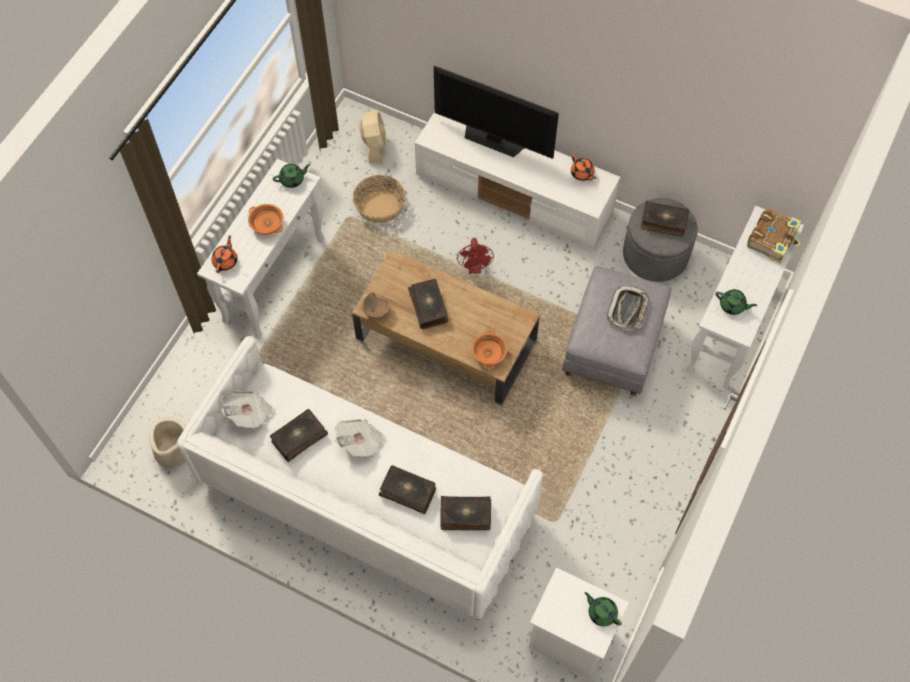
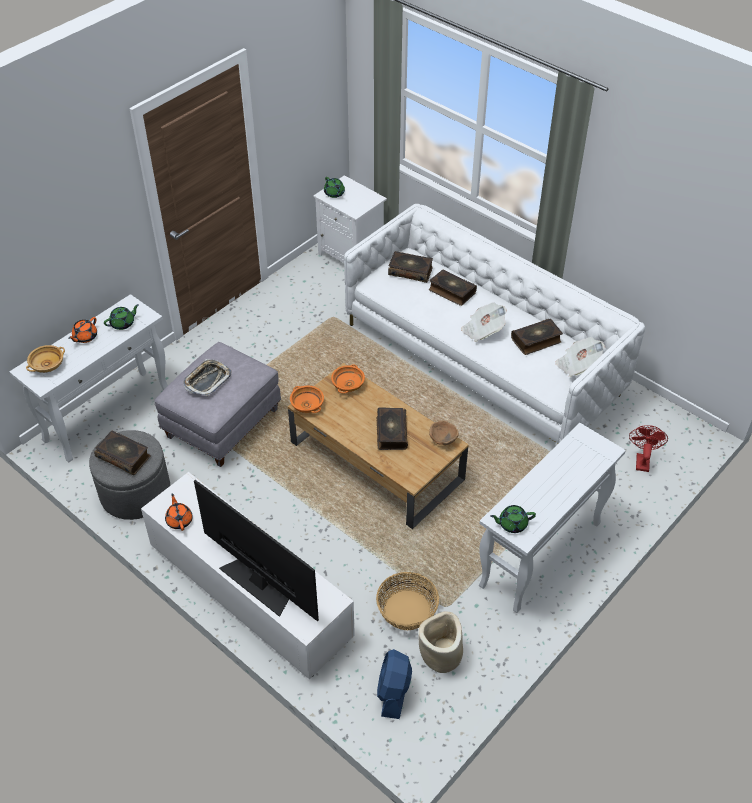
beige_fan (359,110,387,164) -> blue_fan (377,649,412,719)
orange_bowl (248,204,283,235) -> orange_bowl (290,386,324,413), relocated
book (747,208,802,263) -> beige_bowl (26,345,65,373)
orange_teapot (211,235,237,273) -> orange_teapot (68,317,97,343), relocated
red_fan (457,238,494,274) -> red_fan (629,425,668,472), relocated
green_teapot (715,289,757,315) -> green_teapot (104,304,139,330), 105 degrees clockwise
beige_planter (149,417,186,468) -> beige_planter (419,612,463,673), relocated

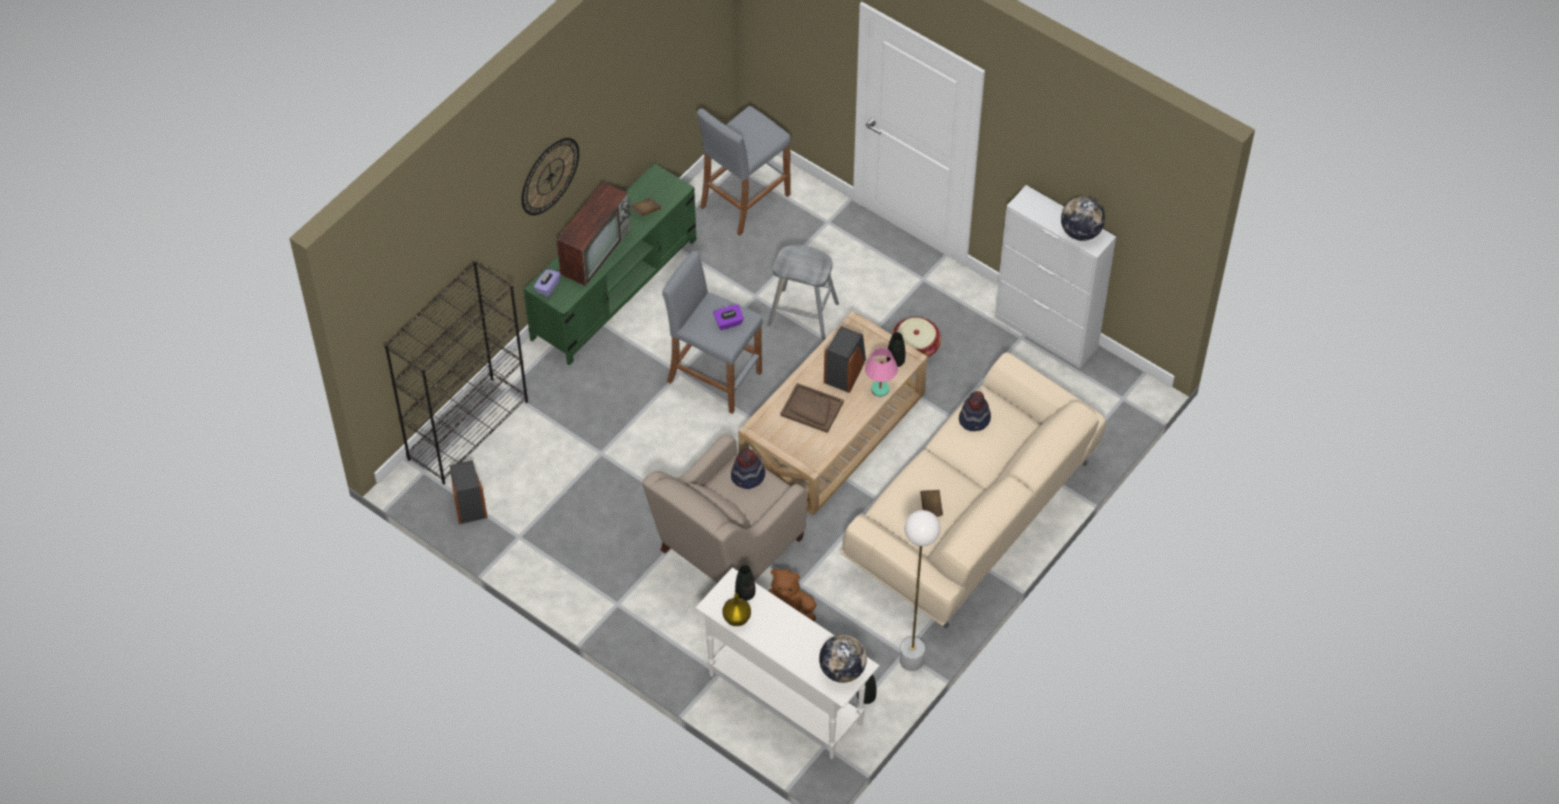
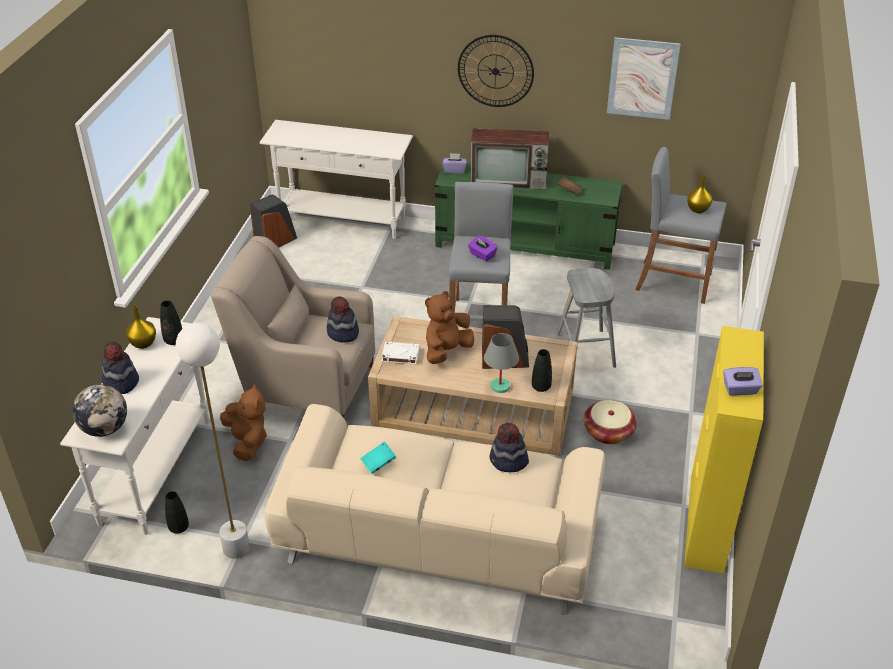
white_cabinet (995,185,1116,368) -> yellow_cabinet (684,326,764,574)
globe (1061,197,1105,241) -> purple_tissue_box (723,367,763,395)
black_bookcase (384,260,528,485) -> white_console_table (259,120,413,239)
pink_table_lamp (865,348,898,397) -> grey_table_lamp (484,333,519,393)
brown_tray (780,383,844,433) -> brown_plush_toy (425,291,474,364)
brown_book (920,490,943,517) -> turquoise_book (360,441,396,474)
none -> picture (607,37,681,120)
none -> yellow_vase (687,175,712,213)
none -> hat (102,342,139,394)
none -> white_book (381,342,419,364)

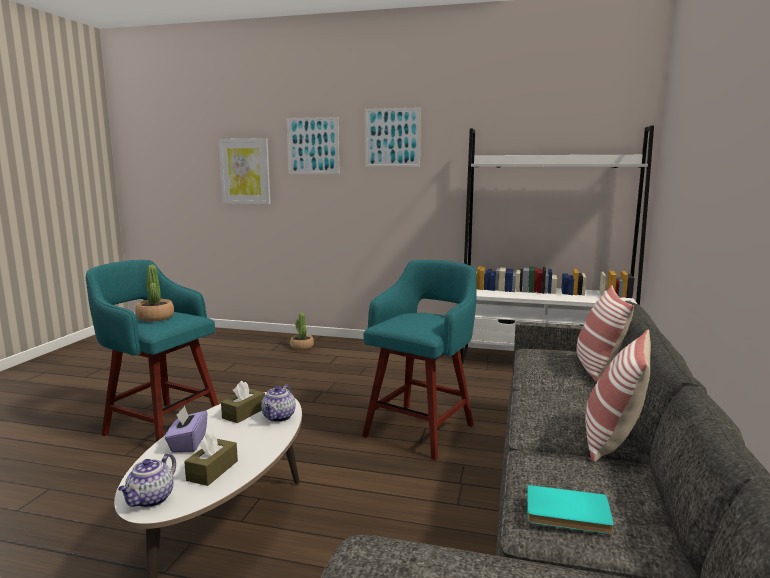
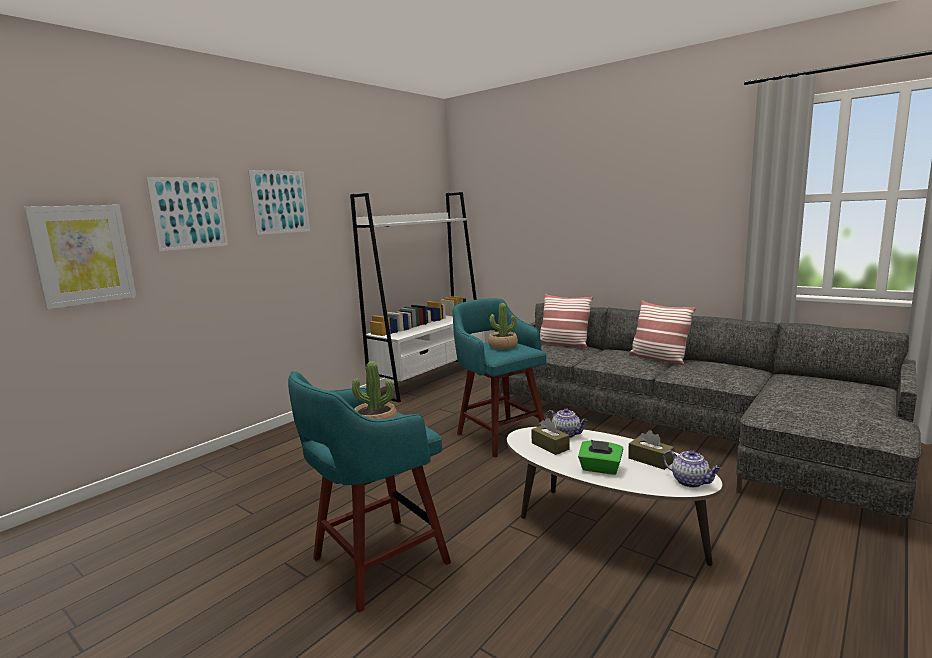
potted_plant (290,313,314,350) -> potted_plant (488,303,518,349), relocated
purple_tissue_box (165,406,207,453) -> green_tissue_box (578,440,623,475)
turquoise_book (527,485,614,534) -> none

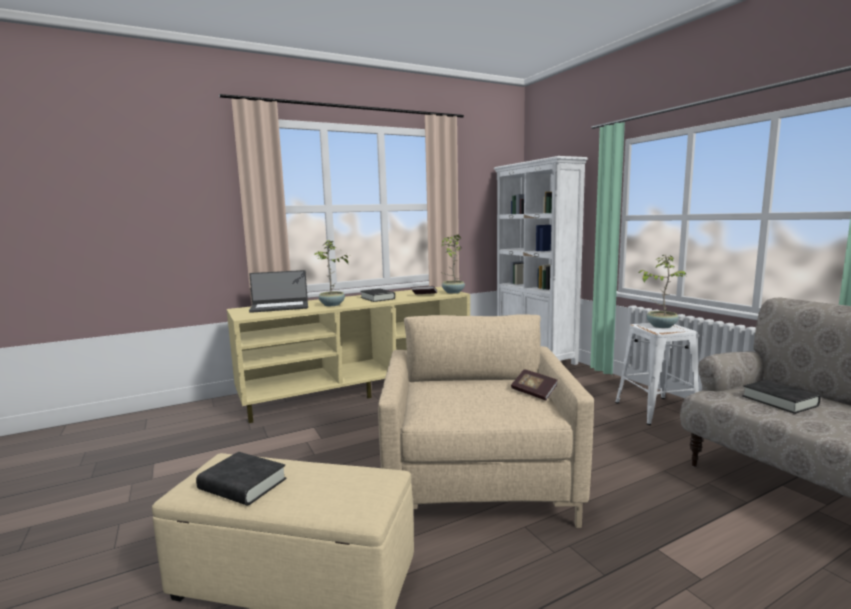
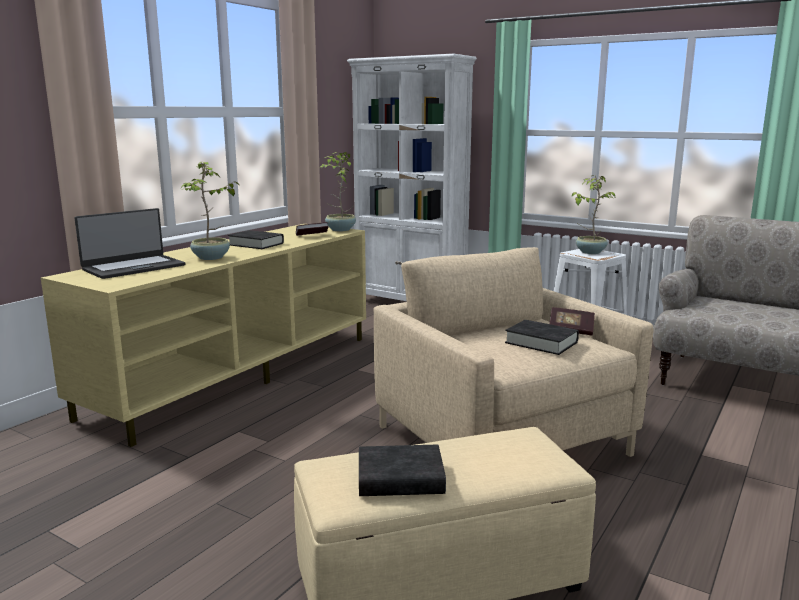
black_book (742,380,821,414) -> black_book (505,320,579,355), relocated

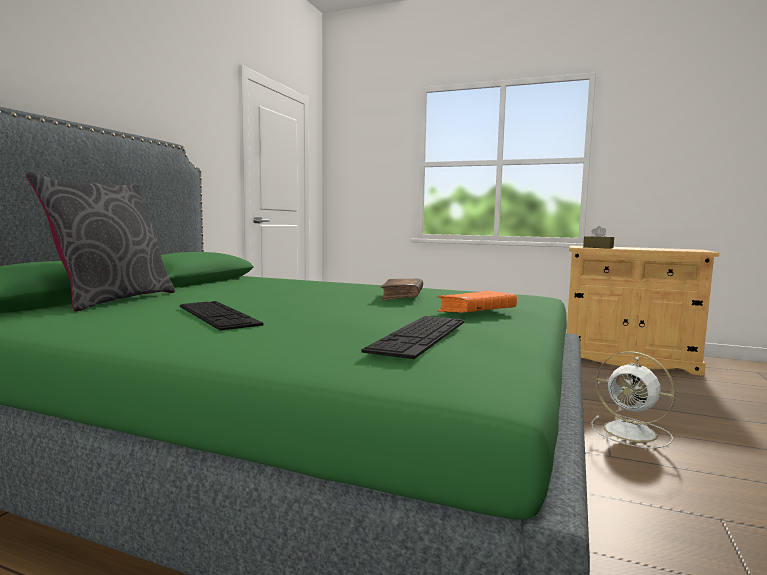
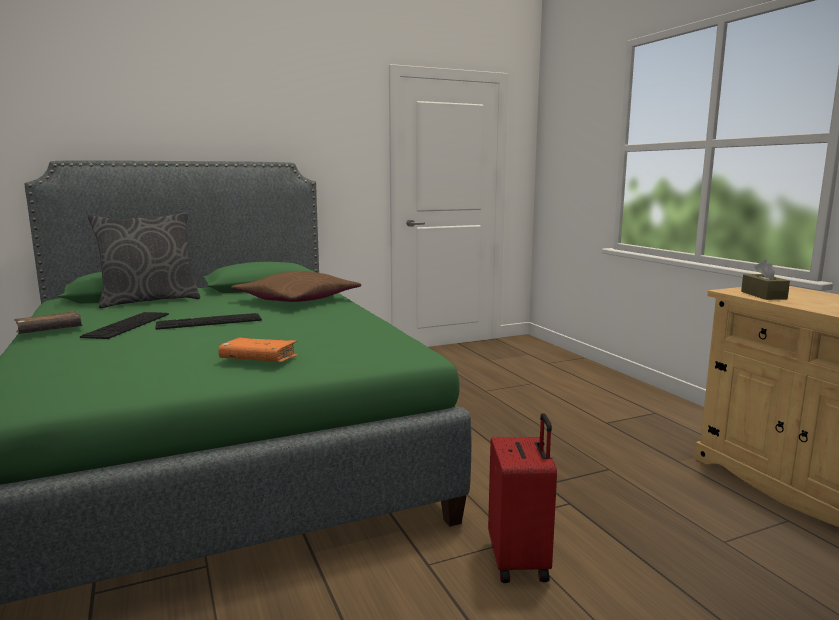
brown_book (380,279,423,300) -> brown_book (14,311,83,334), relocated
keyboard (361,316,465,359) -> keyboard (156,313,262,330), relocated
white_fan (592,351,675,449) -> red_suitcase (488,413,557,583)
none -> brown_pillow (231,271,361,302)

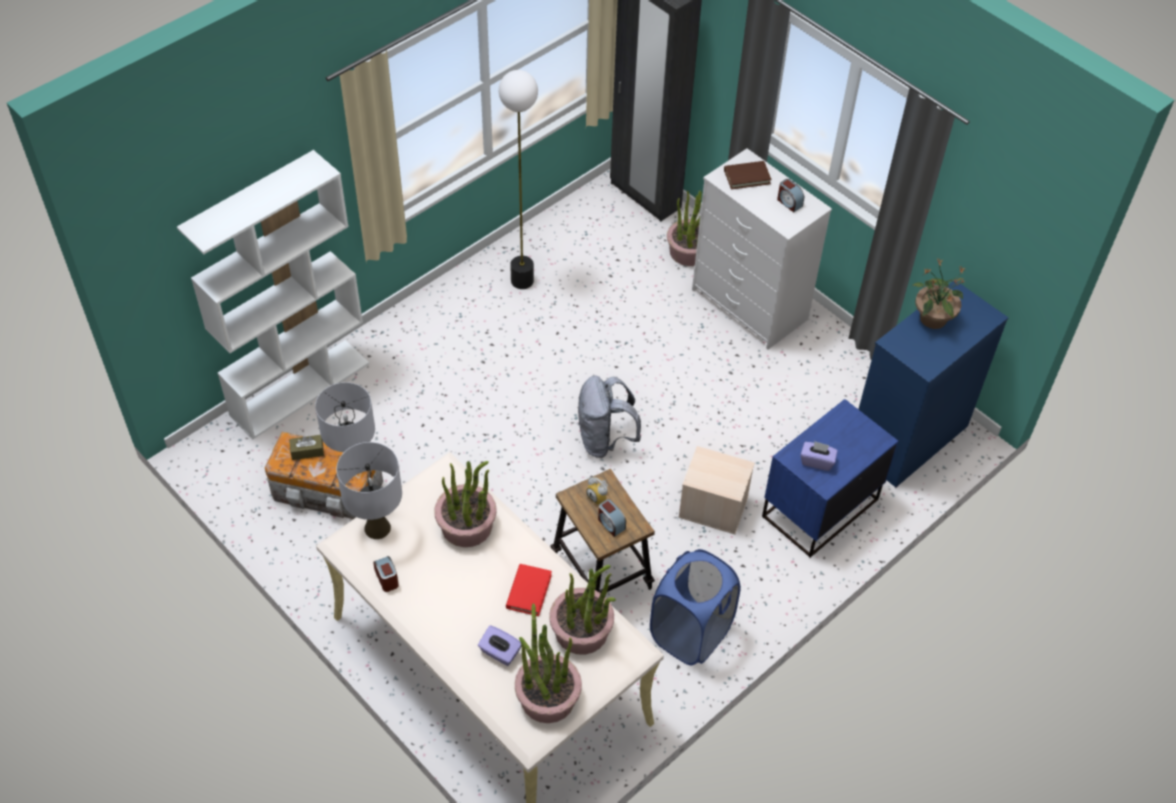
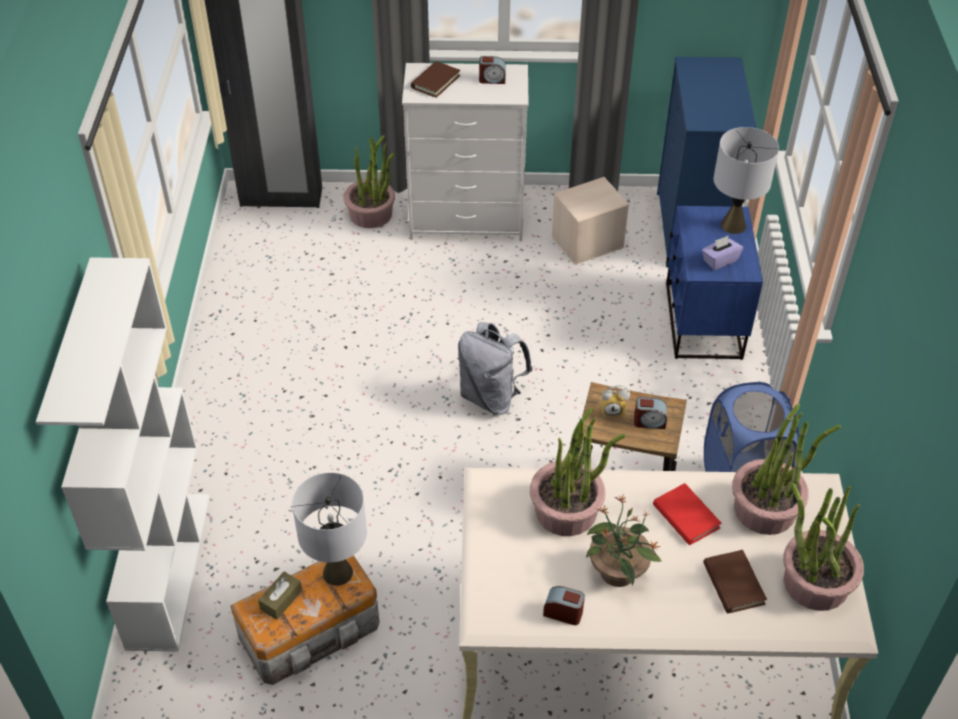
floor_lamp (499,70,538,289) -> none
potted_plant (912,259,965,329) -> potted_plant (586,494,661,587), relocated
grey_table_lamp (336,442,402,539) -> grey_table_lamp (714,127,779,234), relocated
beige_storage_box (678,446,755,534) -> beige_storage_box (551,177,629,265), relocated
purple_tissue_box (478,625,521,666) -> brown_book (703,550,767,614)

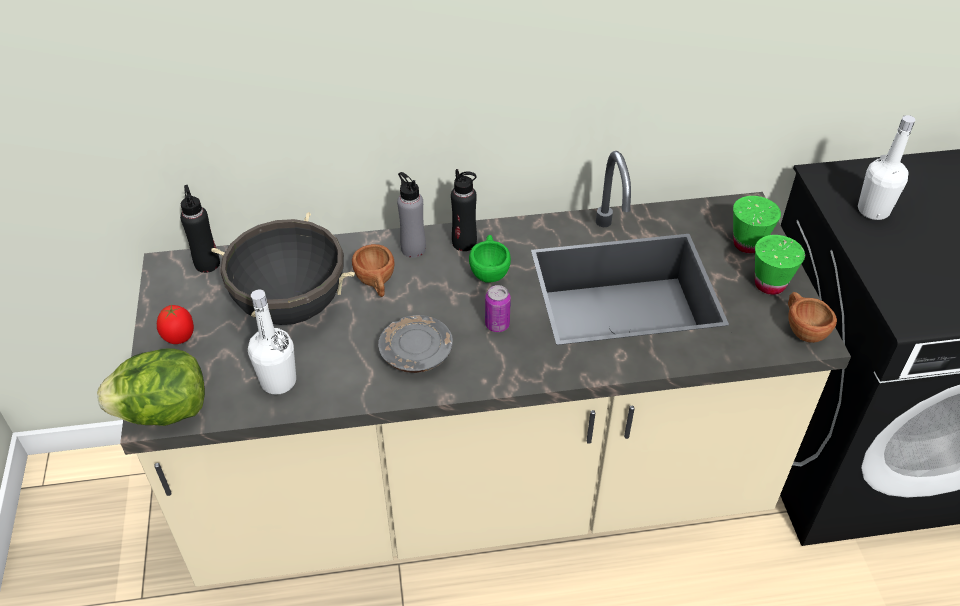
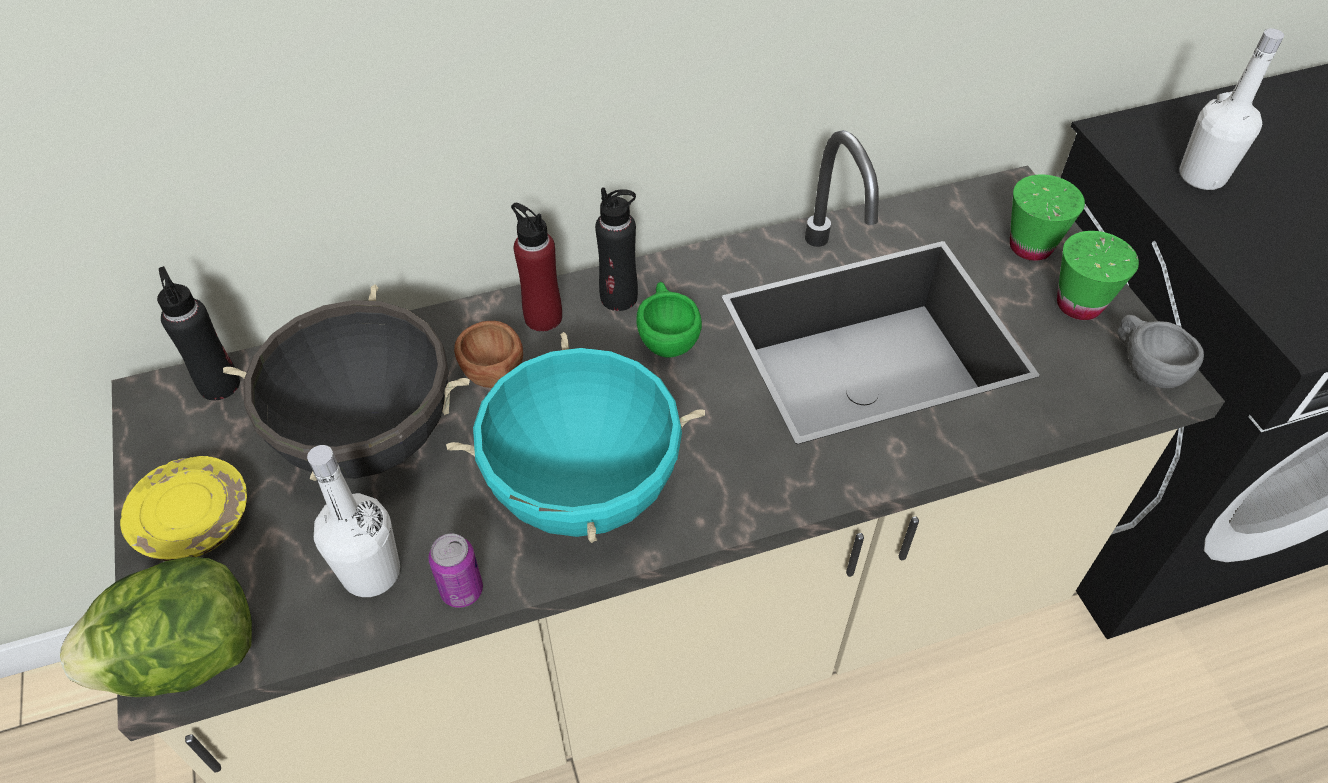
grey_bottle (397,172,426,258) -> red_bottle (511,203,562,332)
can (485,285,511,332) -> can (428,534,483,608), relocated
brown_cup (788,292,837,343) -> grey_cup (1118,315,1204,388)
tomato (157,305,194,344) -> yellow_plate (120,456,247,561)
grey_plate (378,315,453,373) -> turquoise_cooking_pot (446,332,705,543)

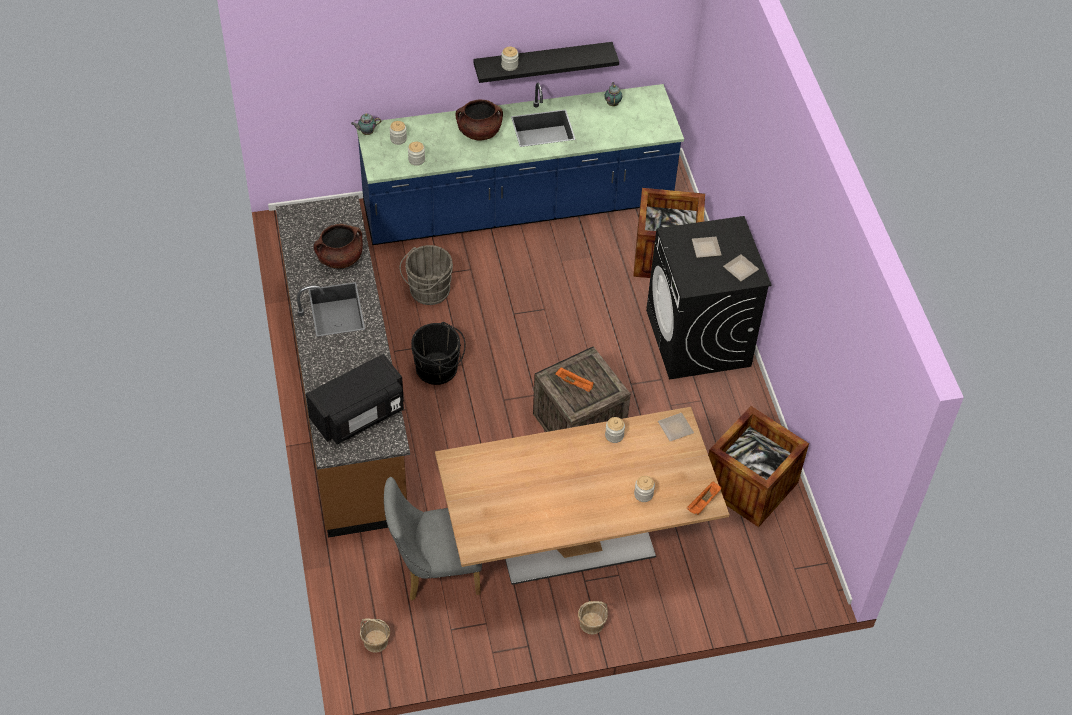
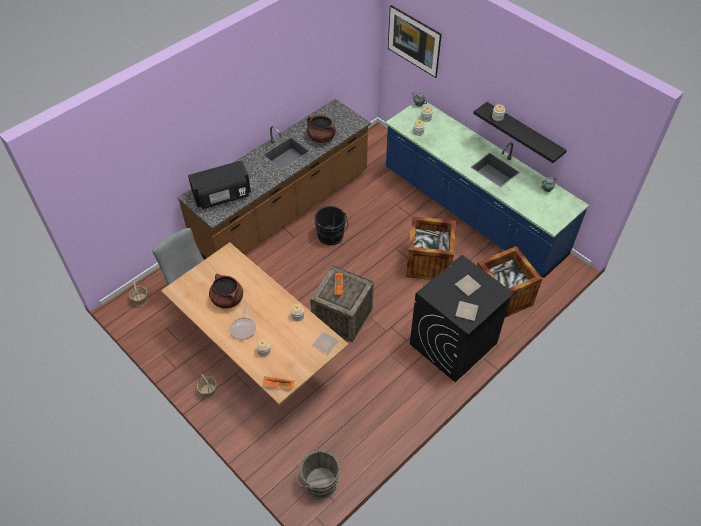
brown_cooking_pot (455,100,503,140) -> brown_cooking_pot (209,274,243,309), relocated
grey_bucket (400,245,453,305) -> grey_bucket (296,449,340,499), relocated
black_microwave (306,354,404,444) -> black_microwave (188,160,251,209), 45 degrees counterclockwise
crate (708,406,809,527) -> crate (406,216,456,280), relocated
none -> picture (388,5,442,78)
none -> frying_pan (230,306,256,340)

